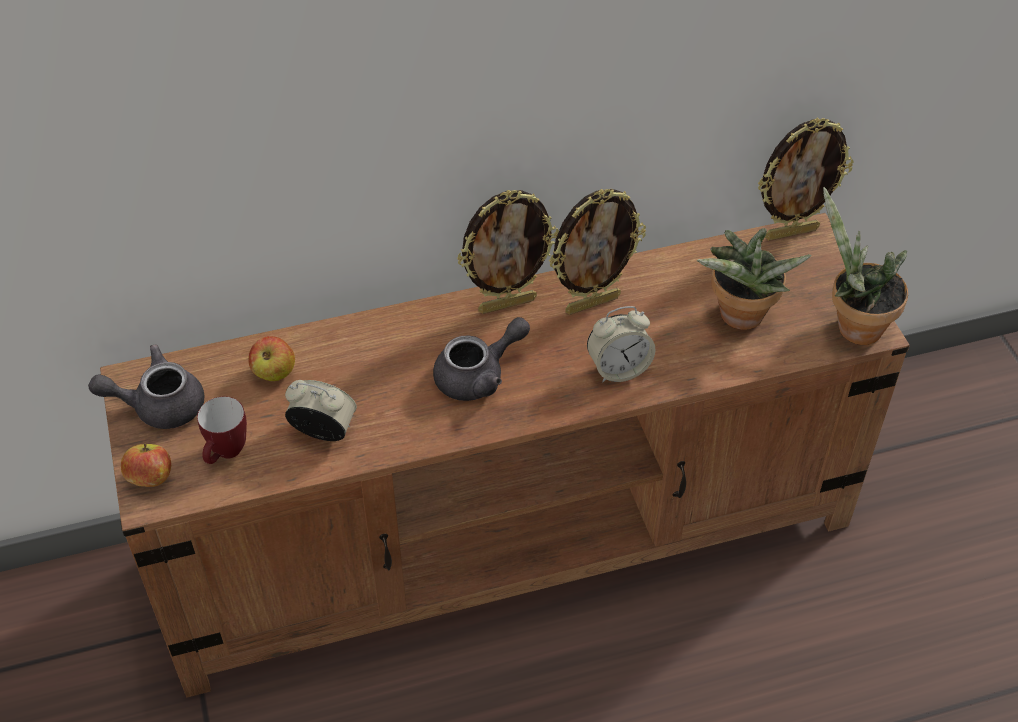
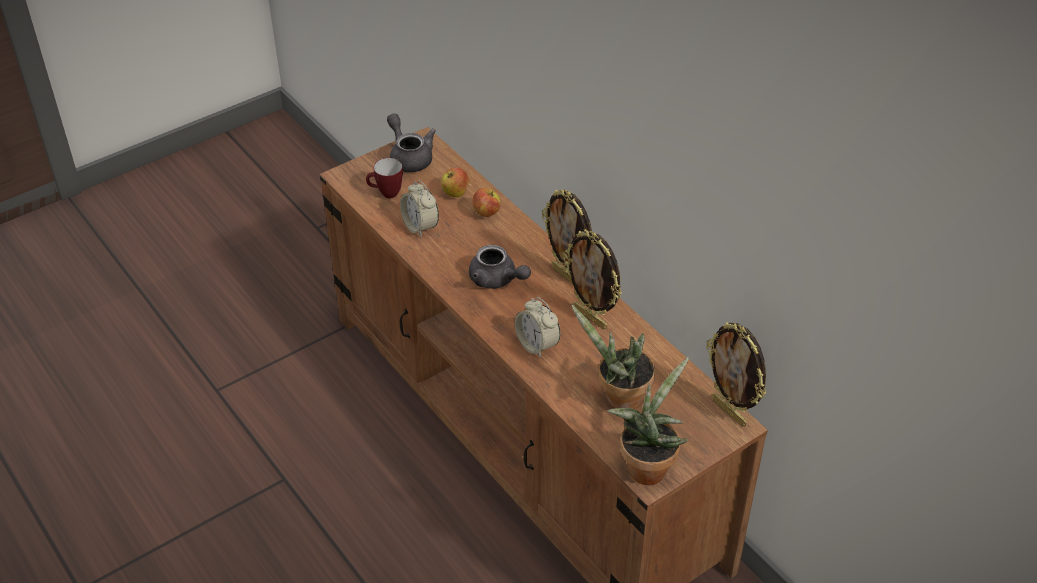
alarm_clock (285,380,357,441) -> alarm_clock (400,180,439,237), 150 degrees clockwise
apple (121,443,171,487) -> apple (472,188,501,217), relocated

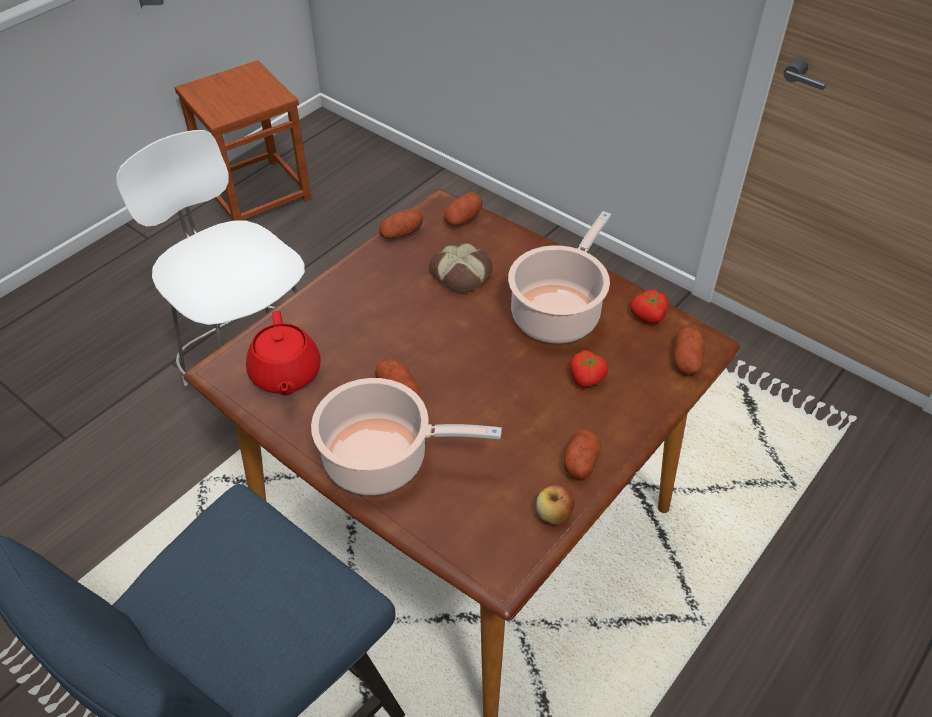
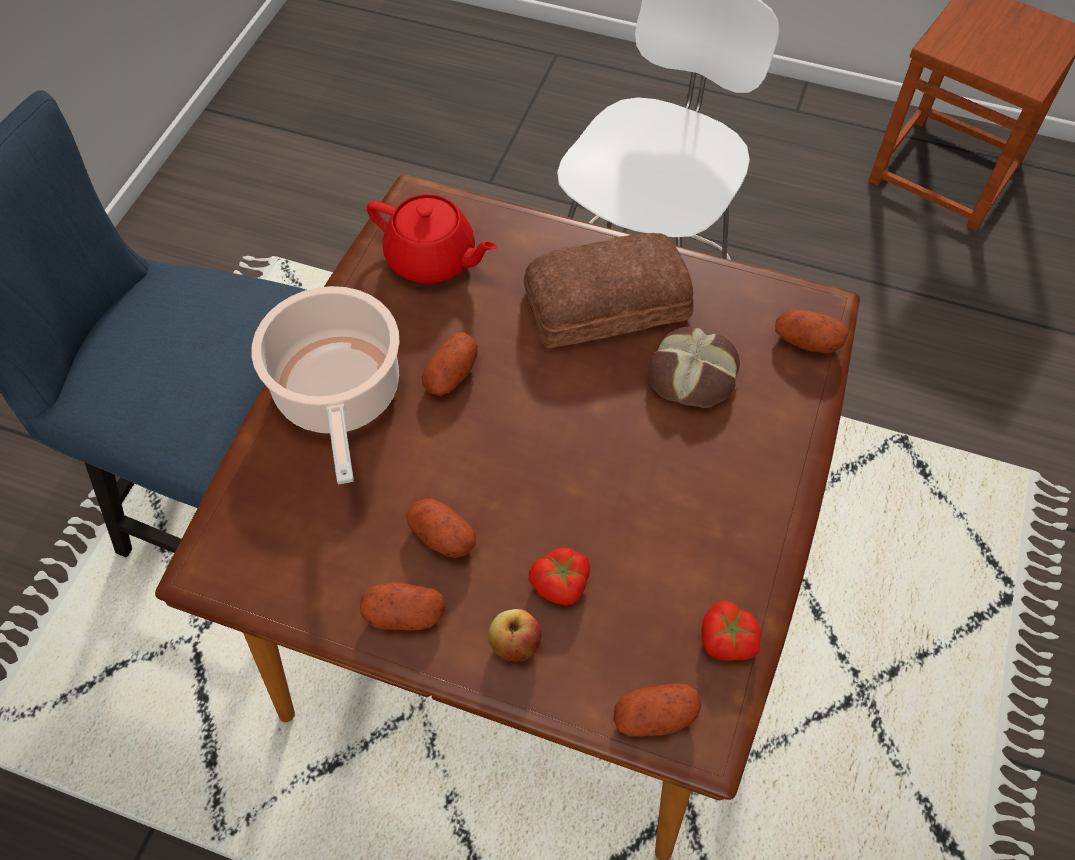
potato (379,208,423,239) -> potato (405,498,476,558), relocated
cooking_pot (508,211,611,343) -> none
red_teapot (246,311,321,396) -> red_teapot (367,194,497,284), 120 degrees counterclockwise
apple (536,485,575,525) -> apple (488,609,542,661), relocated
none -> bread (524,233,693,348)

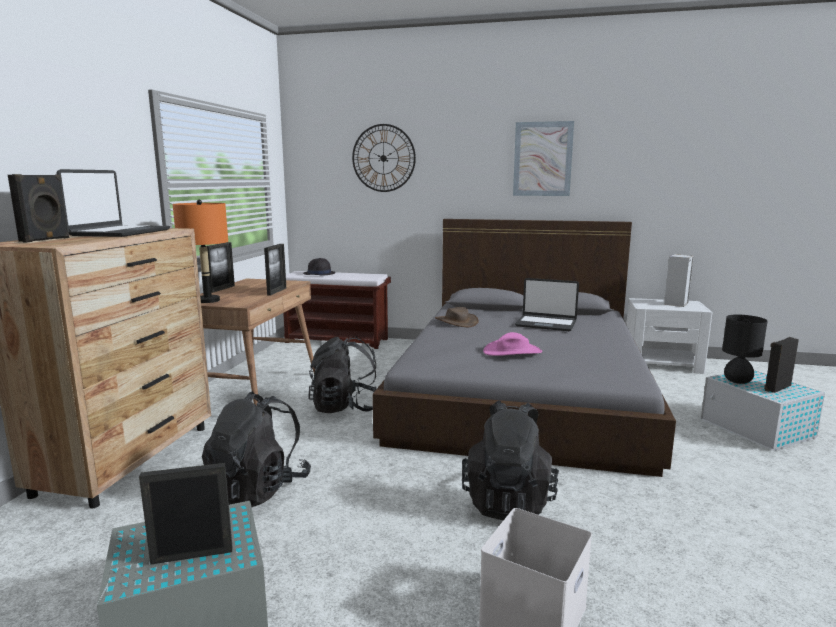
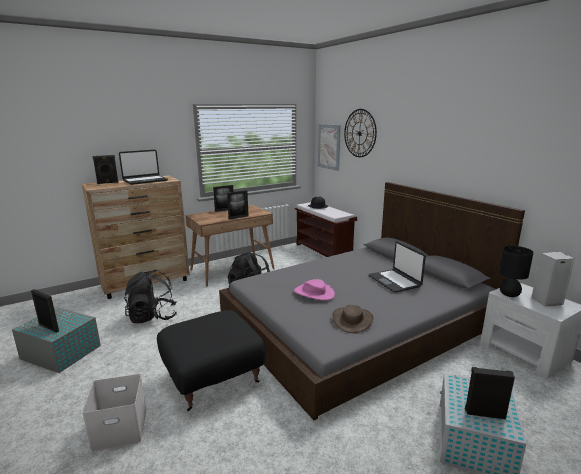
picture (513,121,574,196) -> picture (318,124,341,171), relocated
orange_table_lamp (173,200,228,303) -> none
brown_hat (435,307,479,327) -> brown_hat (332,305,373,333), relocated
black_table_lamp (722,314,767,384) -> black_table_lamp (499,246,534,297), relocated
black_backpack (462,400,559,520) -> black_ottoman (157,310,266,411)

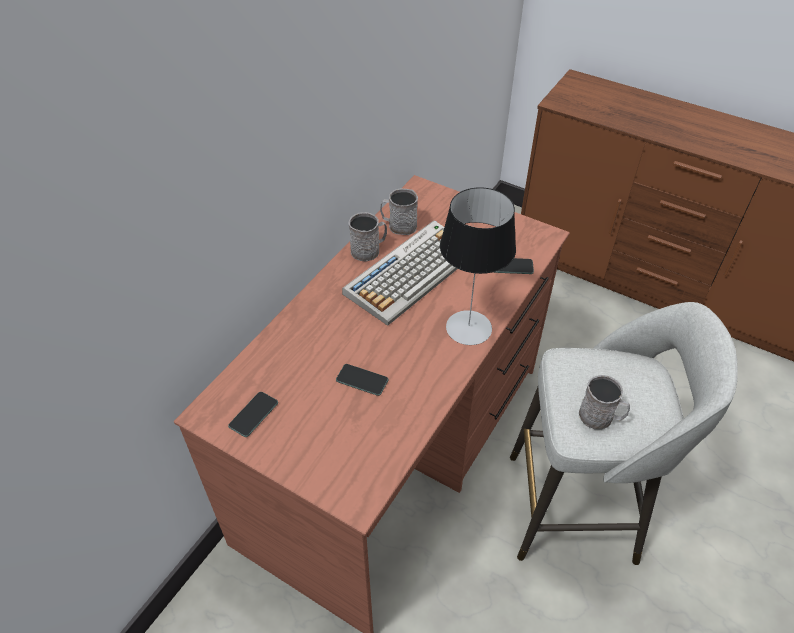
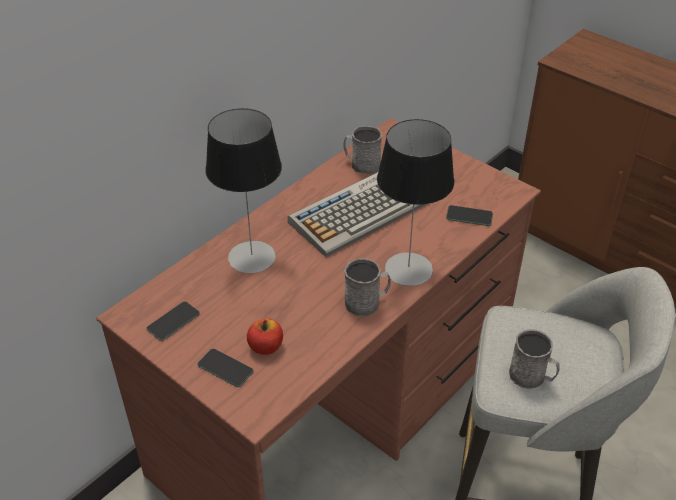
grey_mug (349,212,387,262) -> grey_mug (344,258,391,317), relocated
phone (336,364,389,396) -> phone (197,349,254,387), relocated
none -> table_lamp (205,108,282,273)
none -> apple (247,318,283,355)

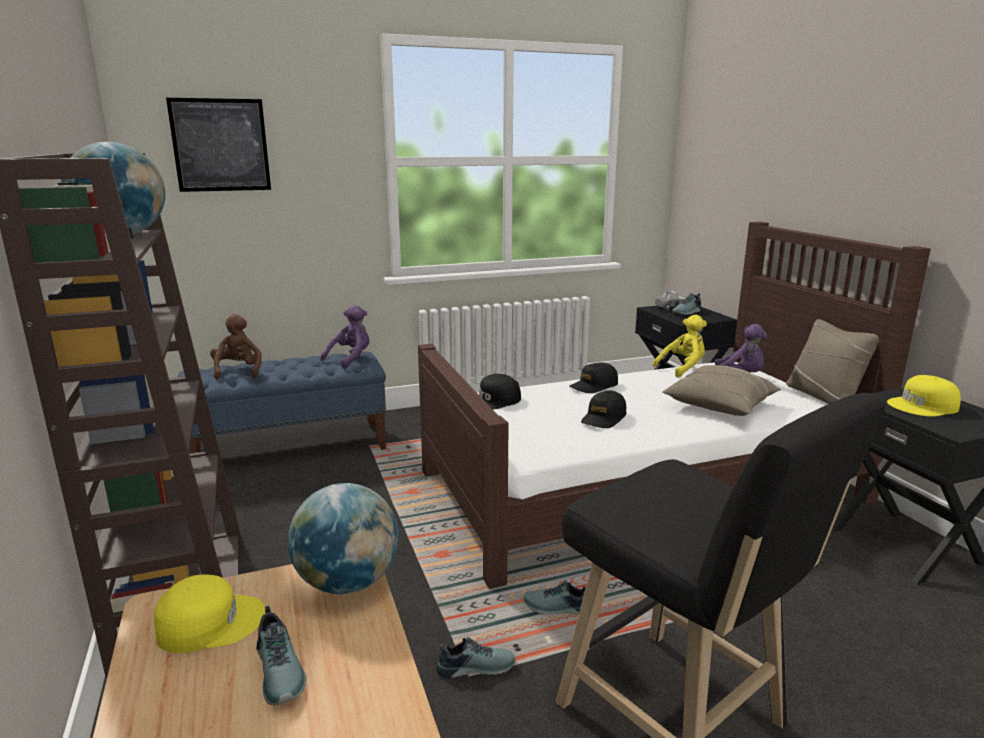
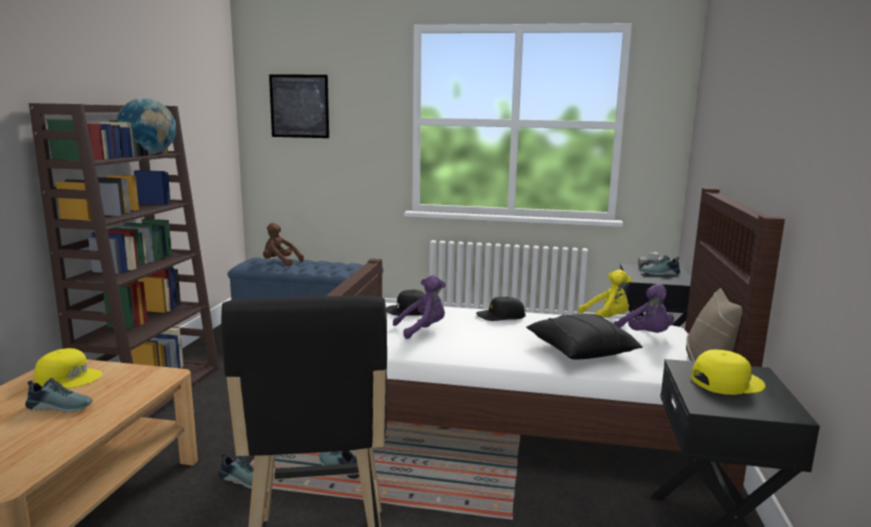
purple_plush_toy (321,305,370,369) -> purple_plush_toy (393,275,446,339), relocated
brown_plush_toy (210,314,262,379) -> brown_plush_toy (263,223,304,266), 90 degrees counterclockwise
beige_pillow (662,365,781,416) -> black_pillow (526,314,643,360)
yellow_cap (887,375,961,417) -> yellow_cap (691,350,766,395), 150 degrees clockwise
black_cap (581,390,627,428) -> none
globe (288,483,398,594) -> none
shoe (257,606,307,706) -> shoe (25,378,93,413), 90 degrees counterclockwise

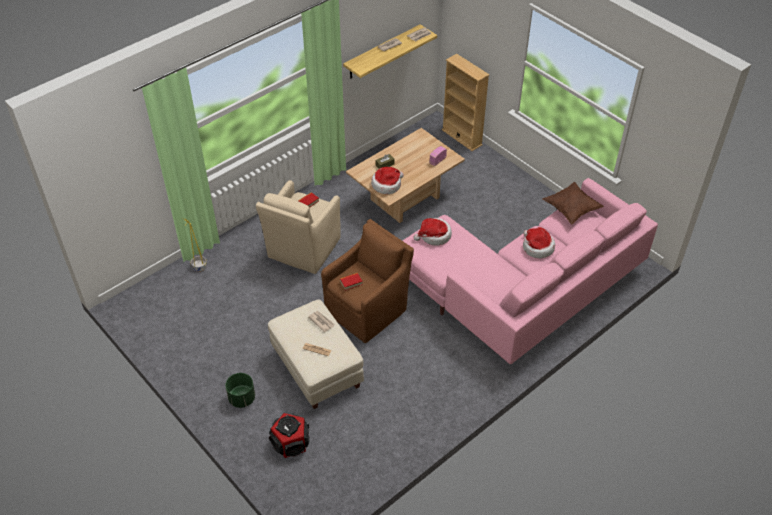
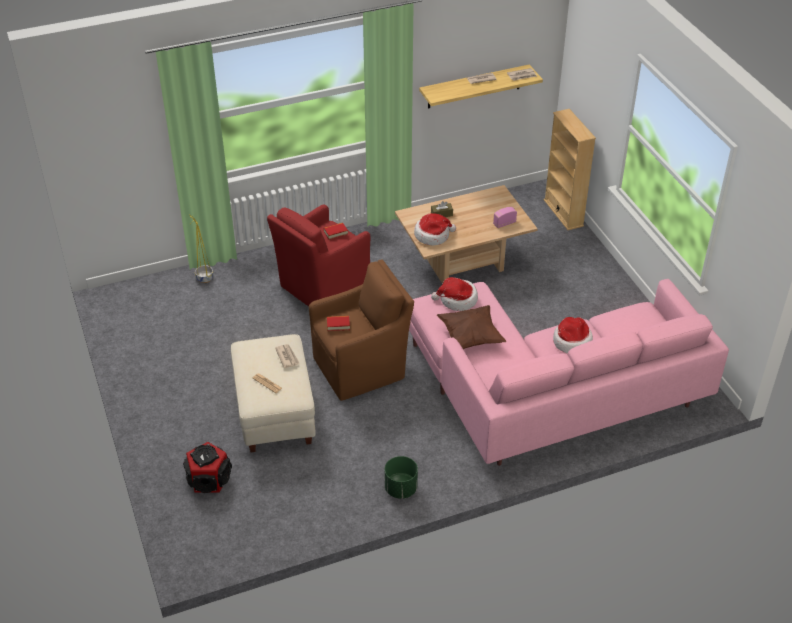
beige_armchair (256,180,341,274) -> red_armchair (267,205,371,306)
brown_pillow (543,182,604,225) -> brown_pillow (437,305,506,349), relocated
green_planter (225,373,255,408) -> green_planter (385,456,418,499), relocated

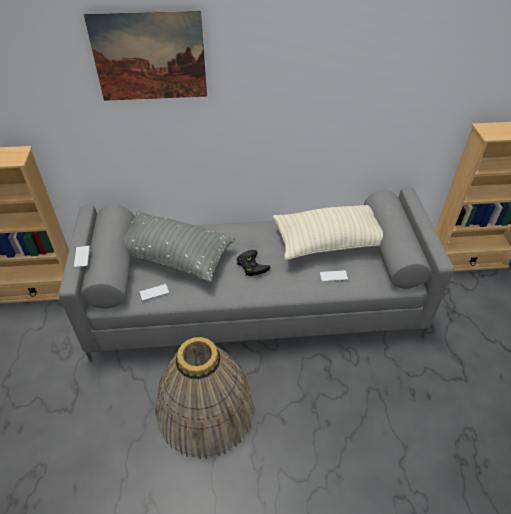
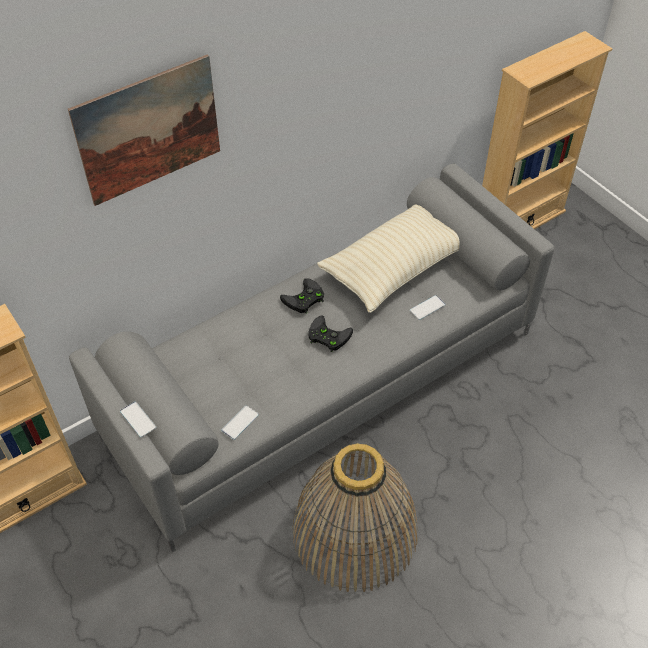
grey_pillow (124,211,236,283) -> none
none -> black_game_controller (280,278,324,314)

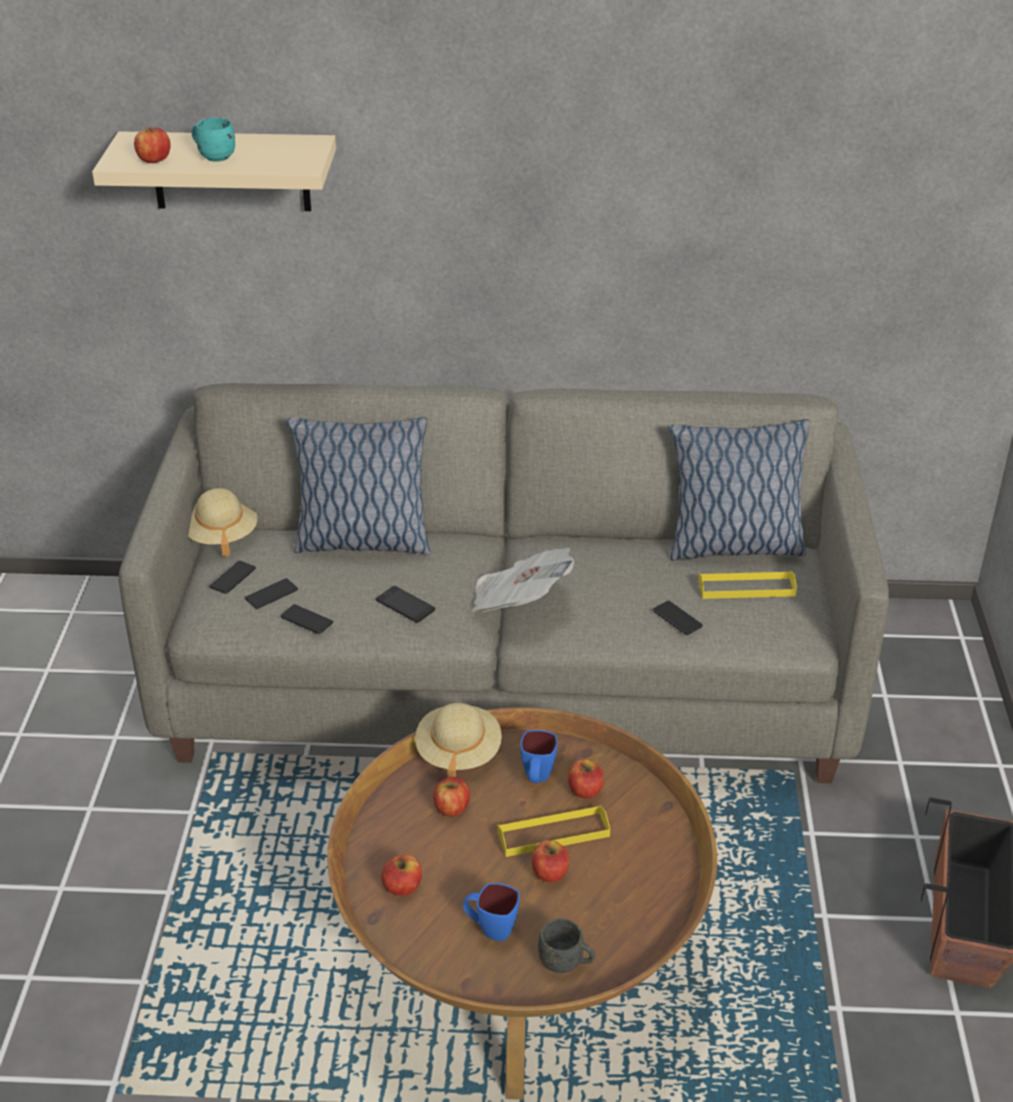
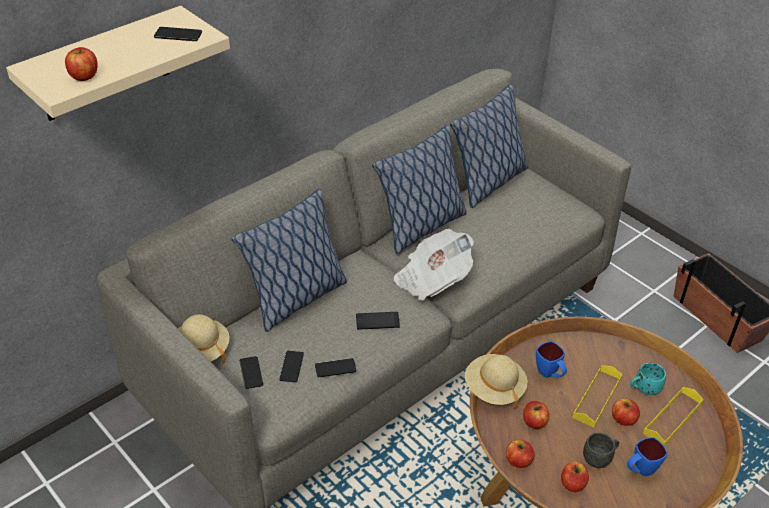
turquoise_mug (192,118,235,162) -> turquoise_mug (630,363,666,395), relocated
yellow_tray (698,571,797,599) -> yellow_tray (643,387,703,446), relocated
phone (653,601,703,635) -> phone (154,27,202,41), relocated
apple (568,759,604,799) -> apple (506,440,535,468), relocated
grey_mug (538,918,595,973) -> grey_mug (583,433,619,468), relocated
none -> pillow (372,125,467,254)

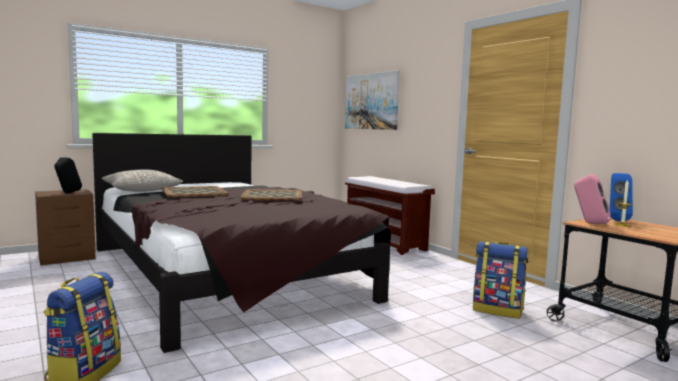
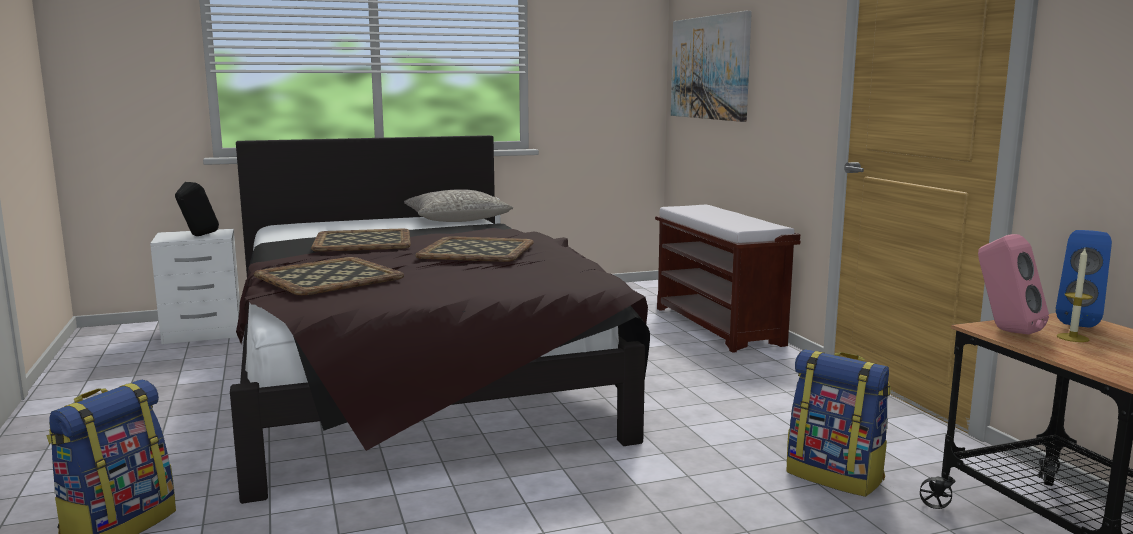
grey_pillow (102,169,183,192) -> grey_pillow (404,189,513,222), relocated
brown_nightstand (35,189,95,265) -> white_nightstand (150,229,240,344)
none -> tray (254,257,404,295)

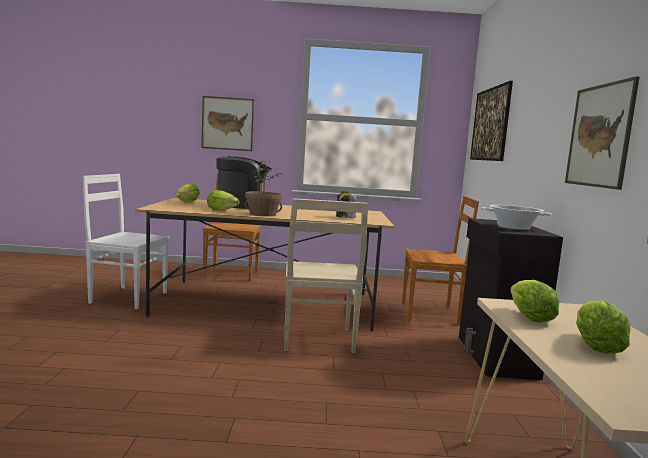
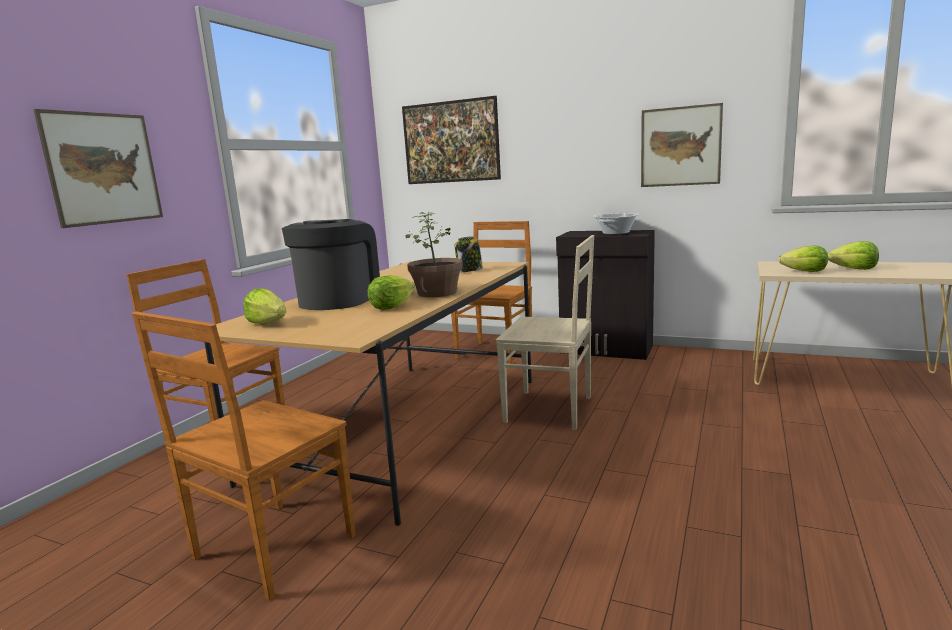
white_chair (83,174,169,309) -> brown_chair (132,311,356,601)

